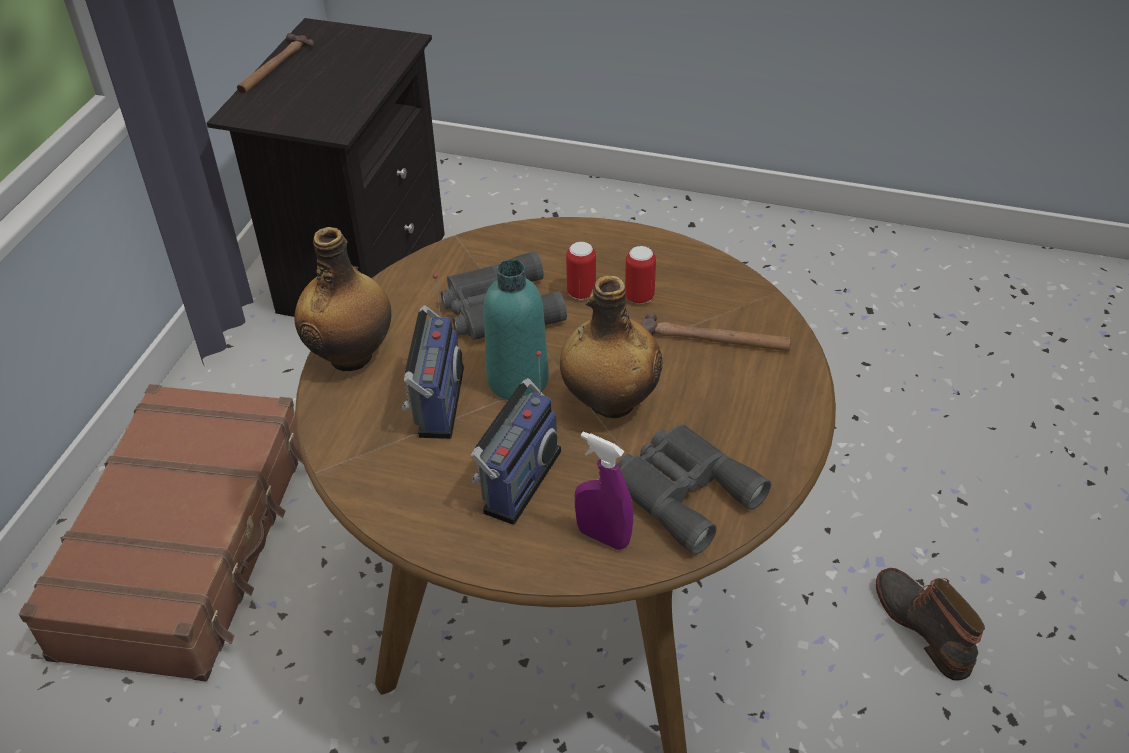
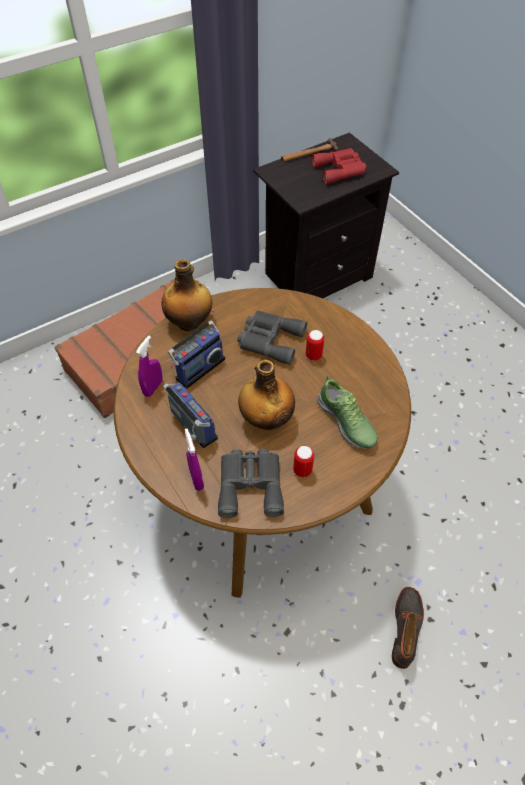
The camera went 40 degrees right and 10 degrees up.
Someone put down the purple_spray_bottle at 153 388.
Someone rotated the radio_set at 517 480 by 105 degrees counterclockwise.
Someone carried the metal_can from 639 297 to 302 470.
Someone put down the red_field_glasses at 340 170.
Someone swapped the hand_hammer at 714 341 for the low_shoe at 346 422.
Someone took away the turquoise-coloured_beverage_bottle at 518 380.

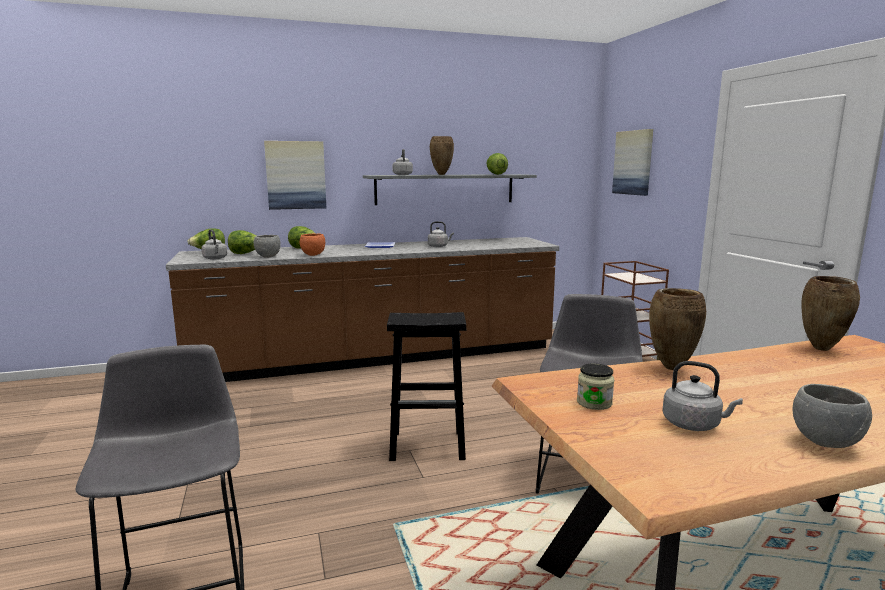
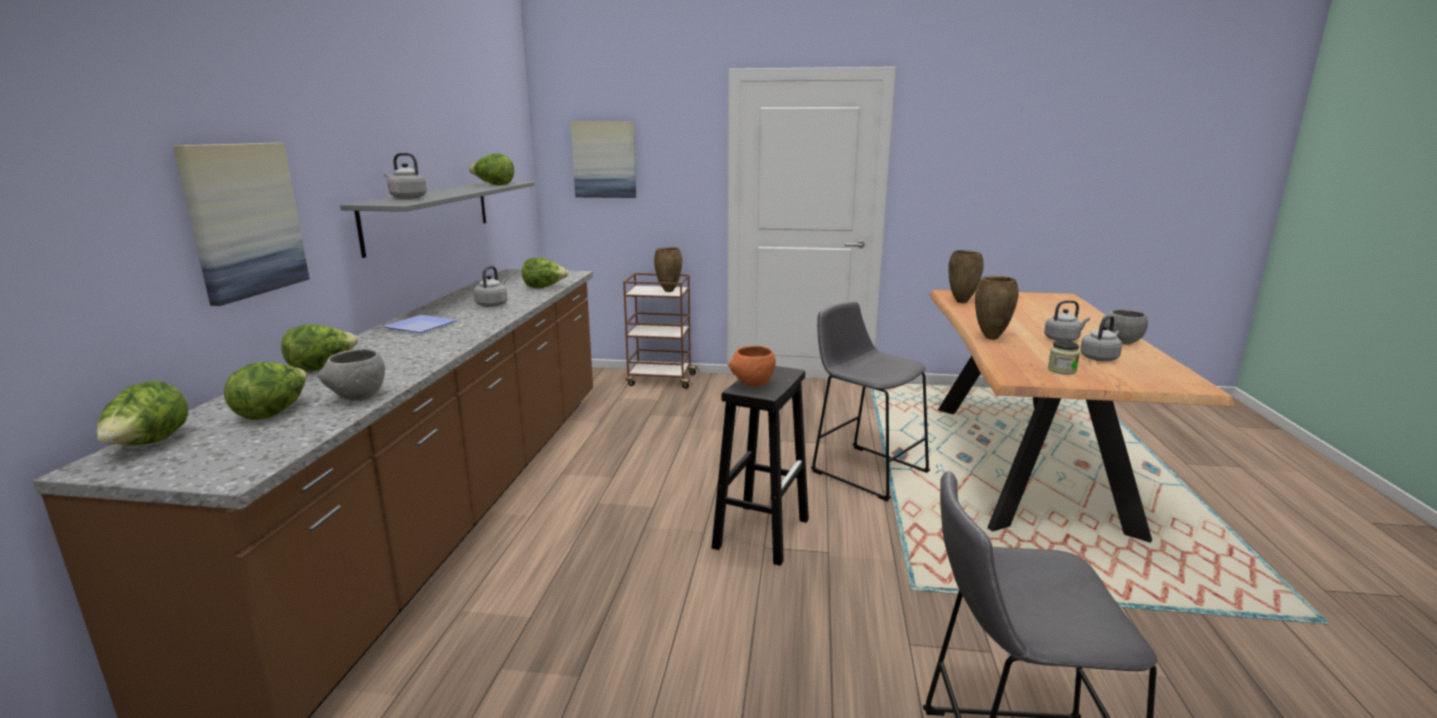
The camera went 65 degrees left and 5 degrees up.
Someone put down the lettuce at 544 287.
Someone carried the brown-coloured_flower_vase from 441 174 to 668 291.
Someone carried the orange-coloured_serving_bowl from 313 255 to 752 385.
Someone carried the grey_tea_kettle from 215 258 to 1063 339.

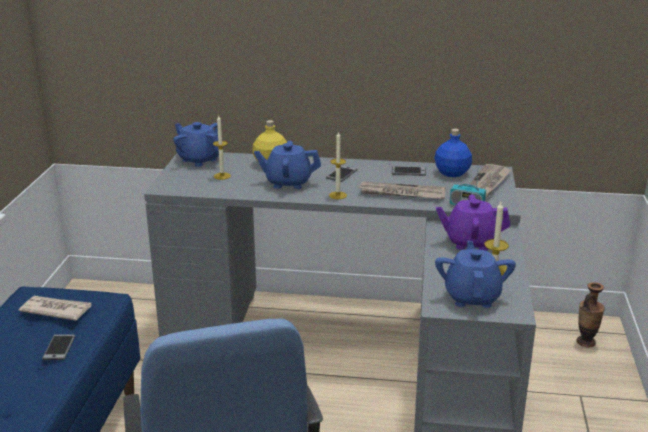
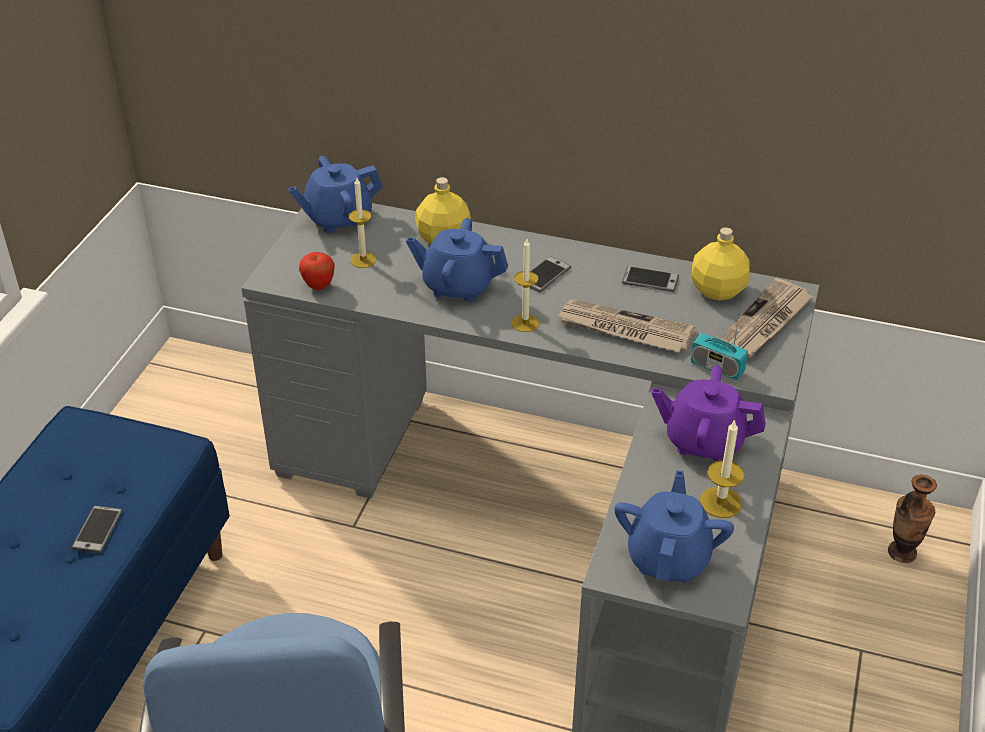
The camera went 10 degrees right and 15 degrees up.
Someone rotated the blue-coloured_pot_for_tea at 199 159 by 75 degrees counterclockwise.
Someone put down the apple_fruit at 318 286.
Someone repainted the blue-coloured_beverage_bottle at 452 173, which became the yellow-coloured_beverage_bottle at 718 290.
Someone took away the newspaper at 56 310.

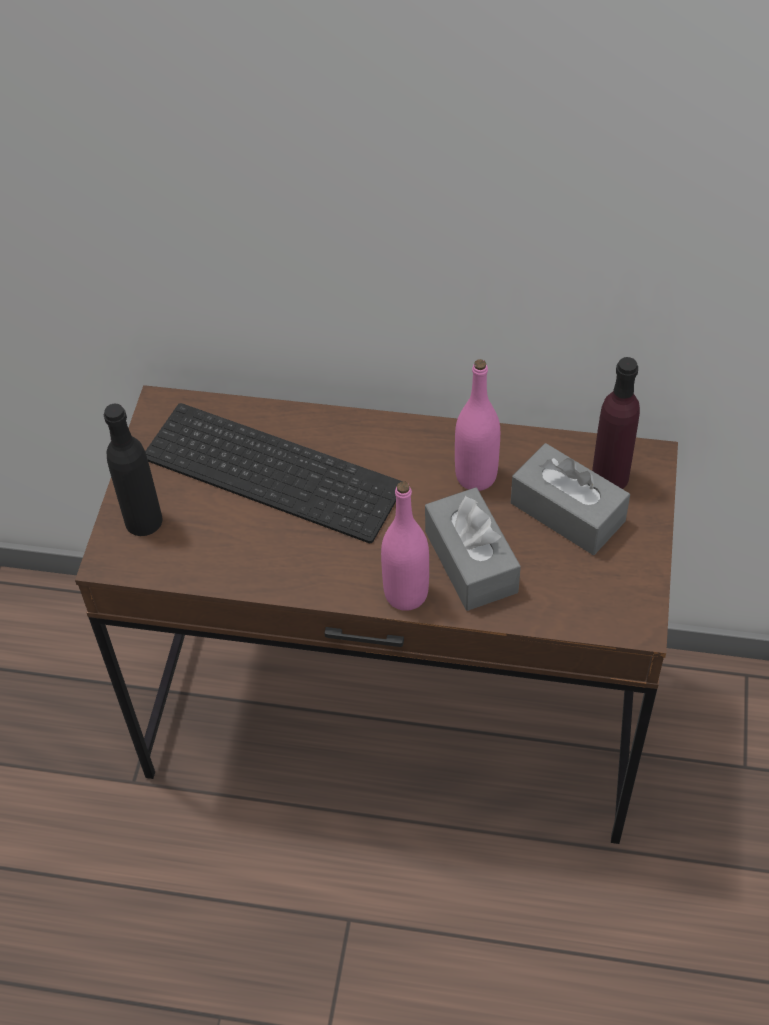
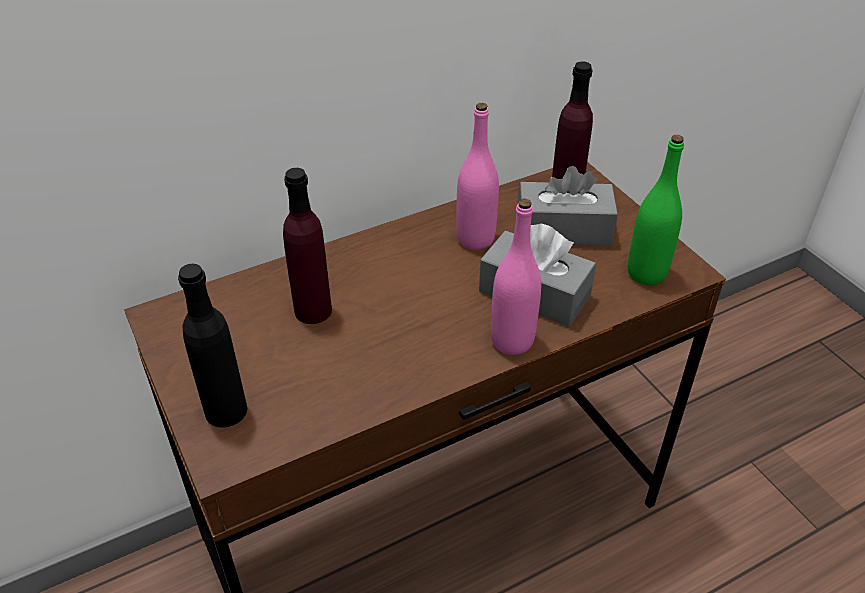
The camera went 40 degrees left and 10 degrees down.
Someone swapped the computer_keyboard at 277 469 for the purple_beverage_bottle at 313 311.
Someone put down the green_beverage_bottle at 646 273.

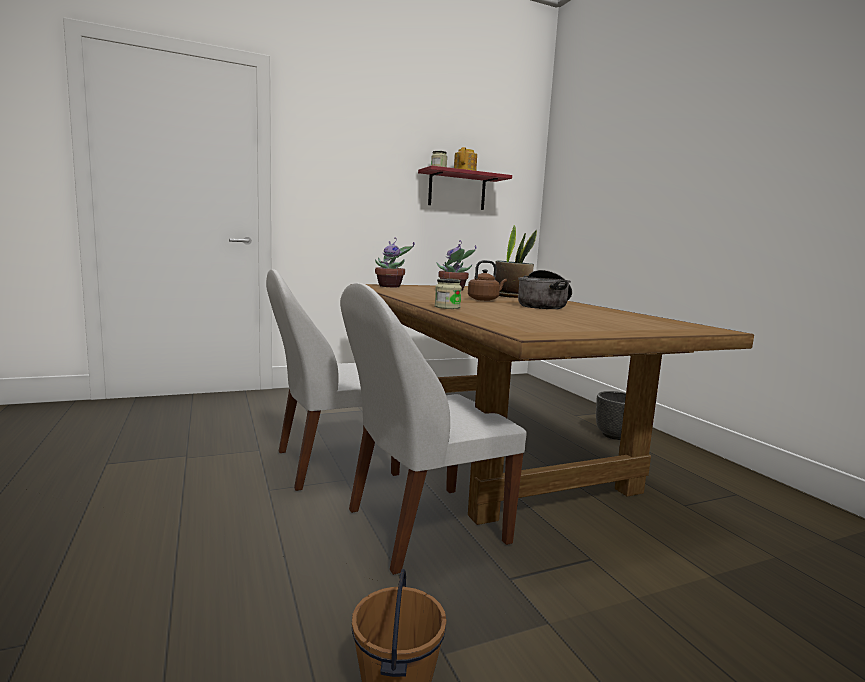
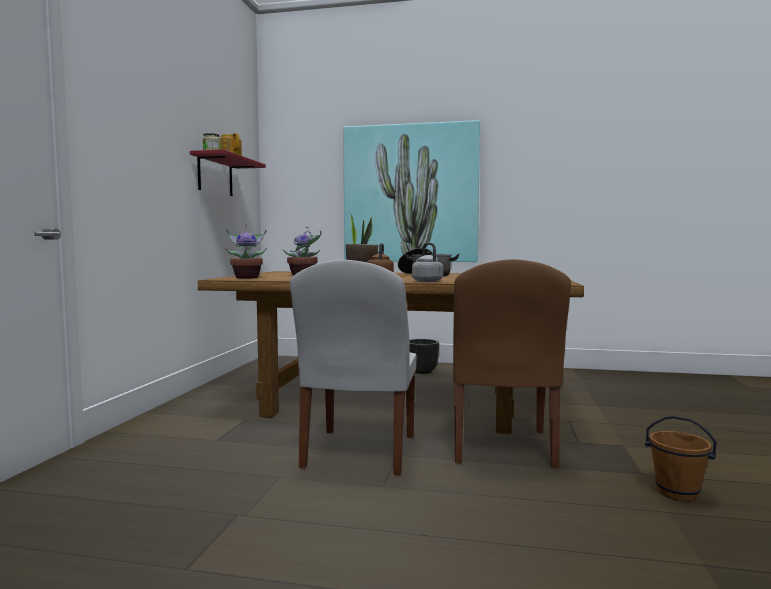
The camera went 55 degrees left and 5 degrees down.
Someone put up the picture at 410 194.
Someone swapped the preserve_jar at 447 307 for the grey_tea_kettle at 426 281.
Someone repainted the white_upright_chair at 421 527, which became the brown-coloured_upright_chair at 501 448.

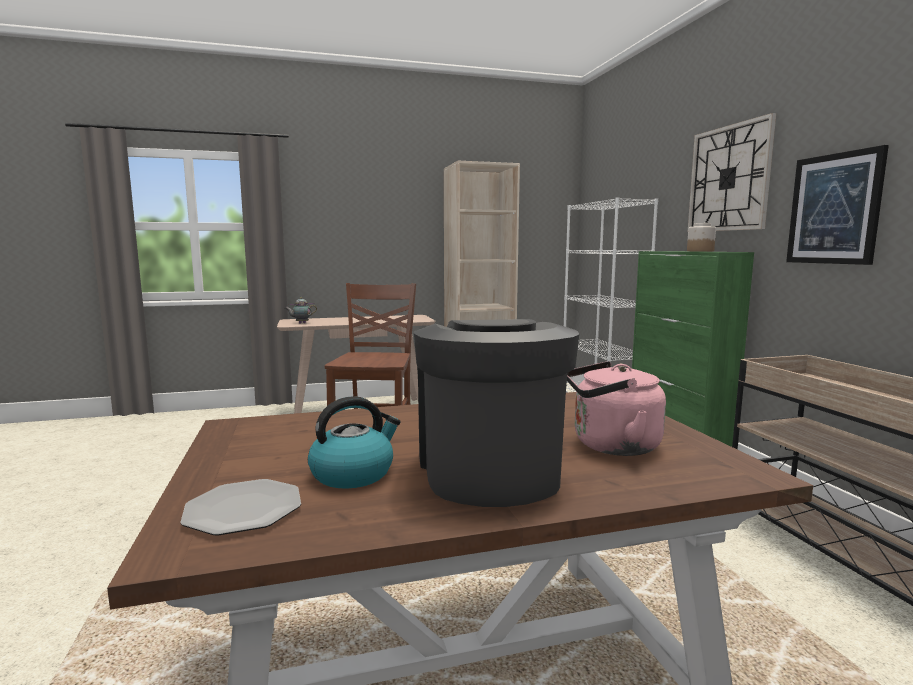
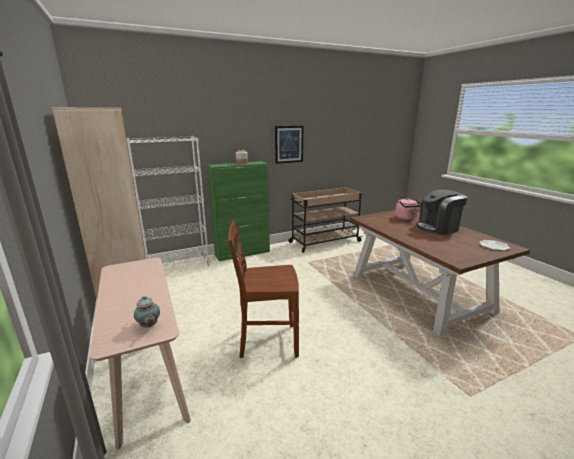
The camera went 100 degrees left and 10 degrees up.
Someone took away the tea_kettle at 353 473.
Someone took away the clock_on_the_wall at 729 178.

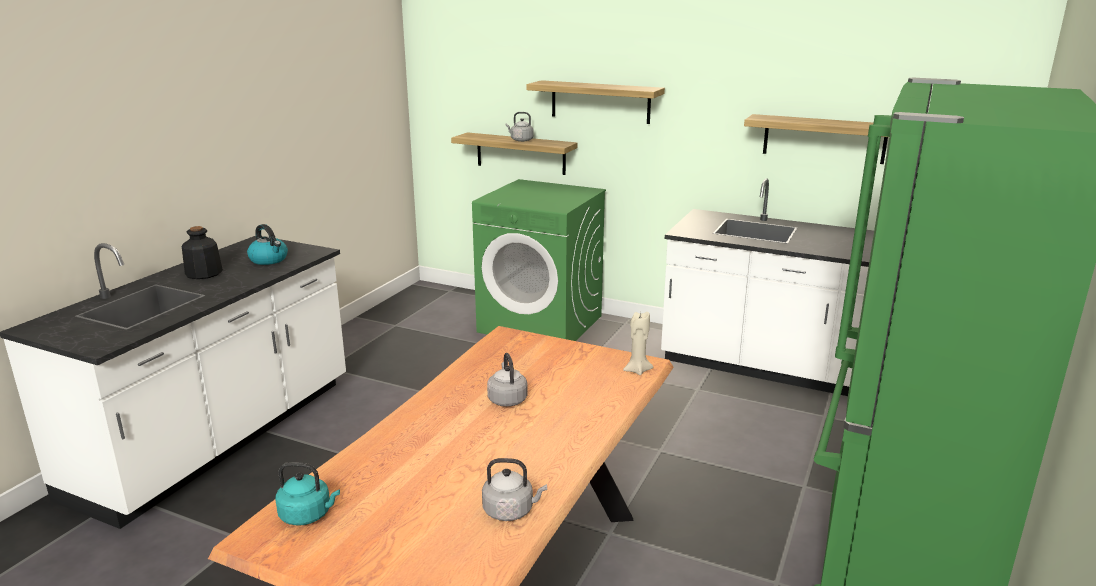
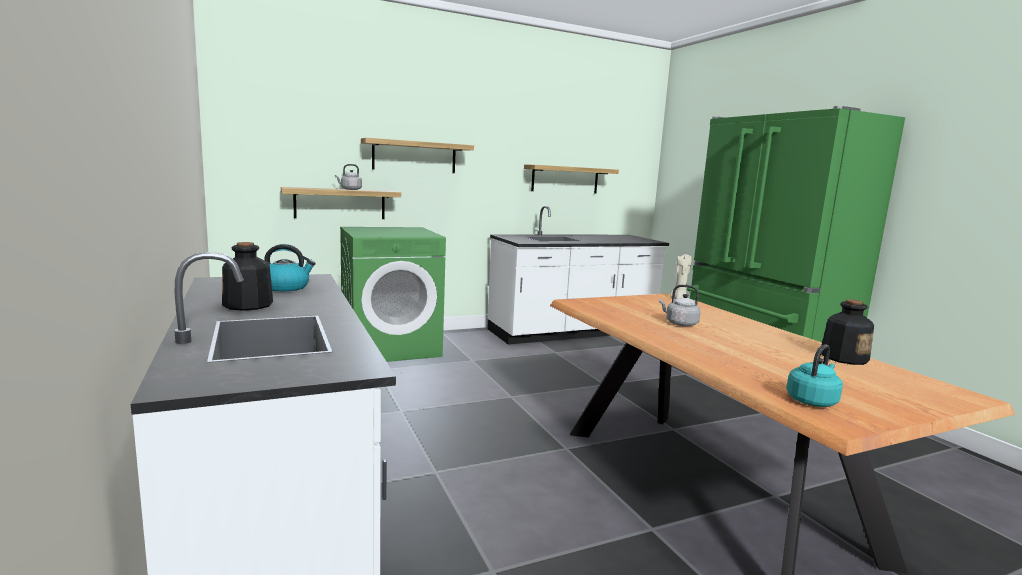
The camera went 50 degrees left and 10 degrees down.
Someone swapped the grey_tea_kettle at 511 511 for the beverage_bottle at 843 357.

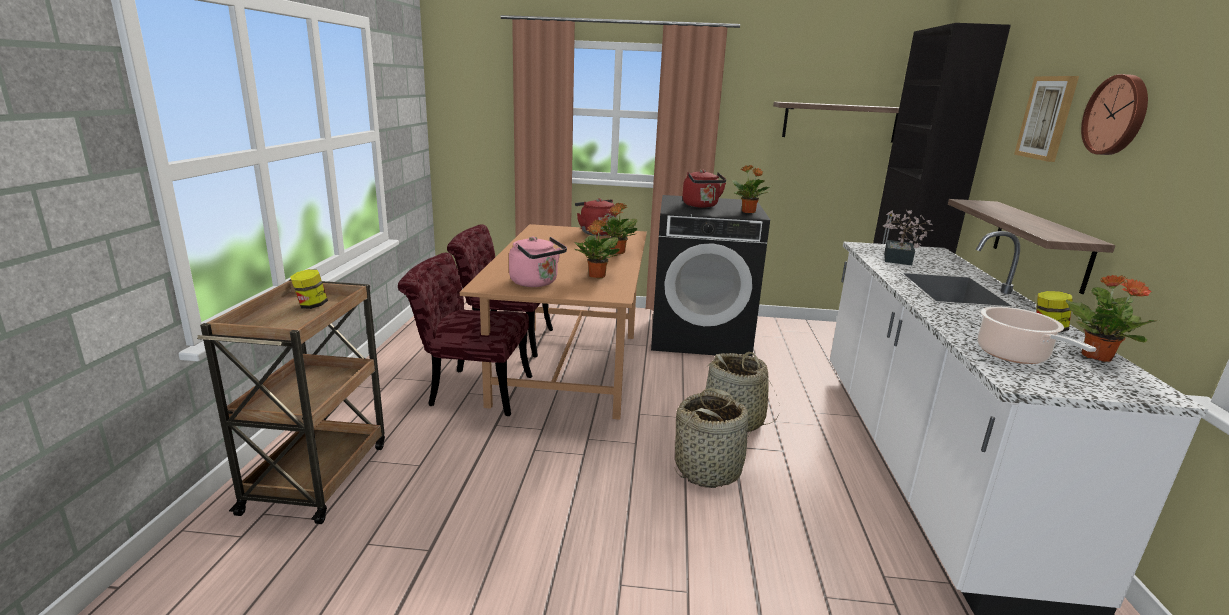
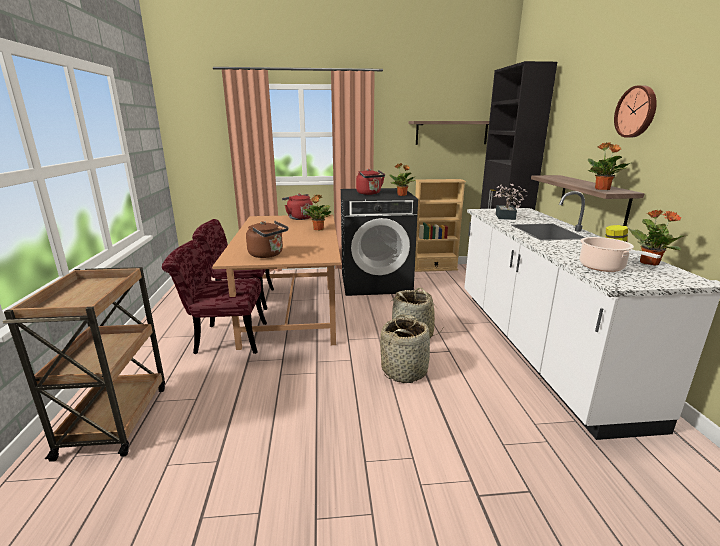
The camera went 10 degrees left and 0 degrees up.
Someone repainted the pink_tea_kettle at 536 283, which became the brown-coloured_tea_kettle at 268 255.
Someone put down the beige_shelving_unit at 434 268.
Someone carried the potted_plant from 596 276 to 602 189.
Someone took away the preserve_jar at 311 306.
Someone took away the picture at 1047 118.

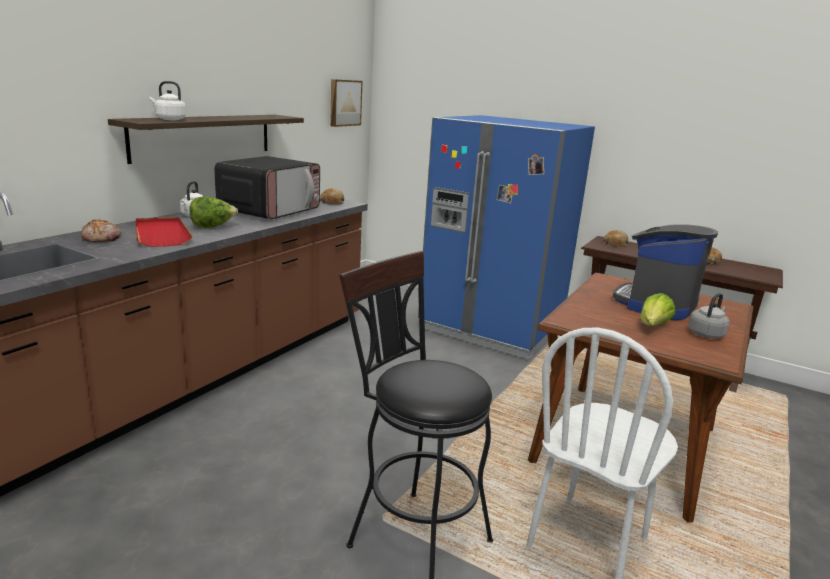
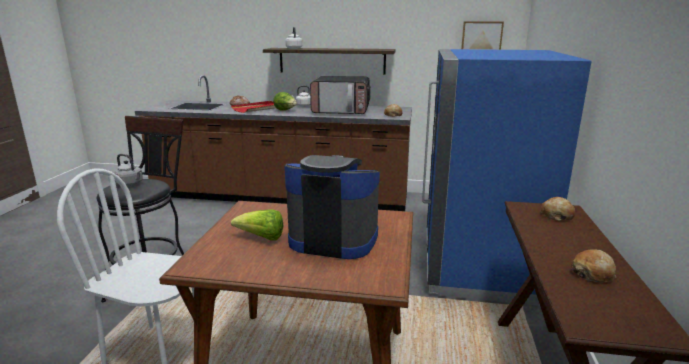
The camera went 70 degrees right and 0 degrees up.
Someone carried the grey_tea_kettle from 706 334 to 131 184.

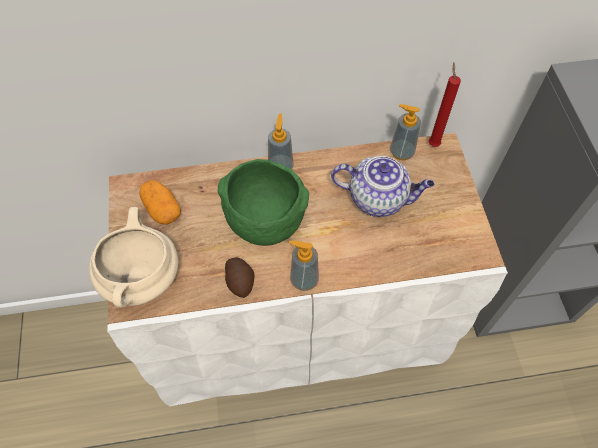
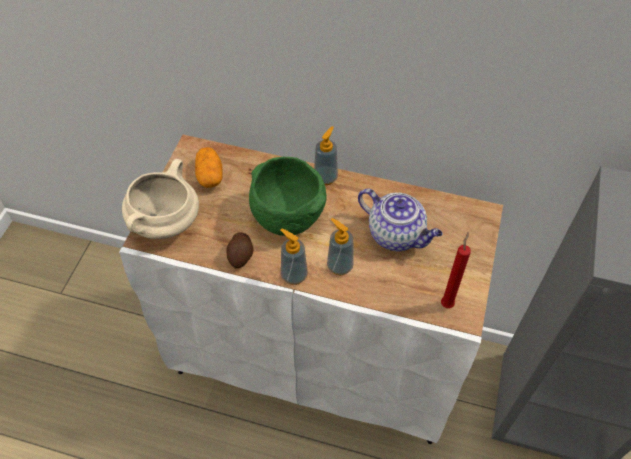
The camera went 25 degrees right and 5 degrees down.
Someone carried the soap_bottle from 401 152 to 340 266.
Someone carried the red_wax_candle from 433 143 to 447 303.

